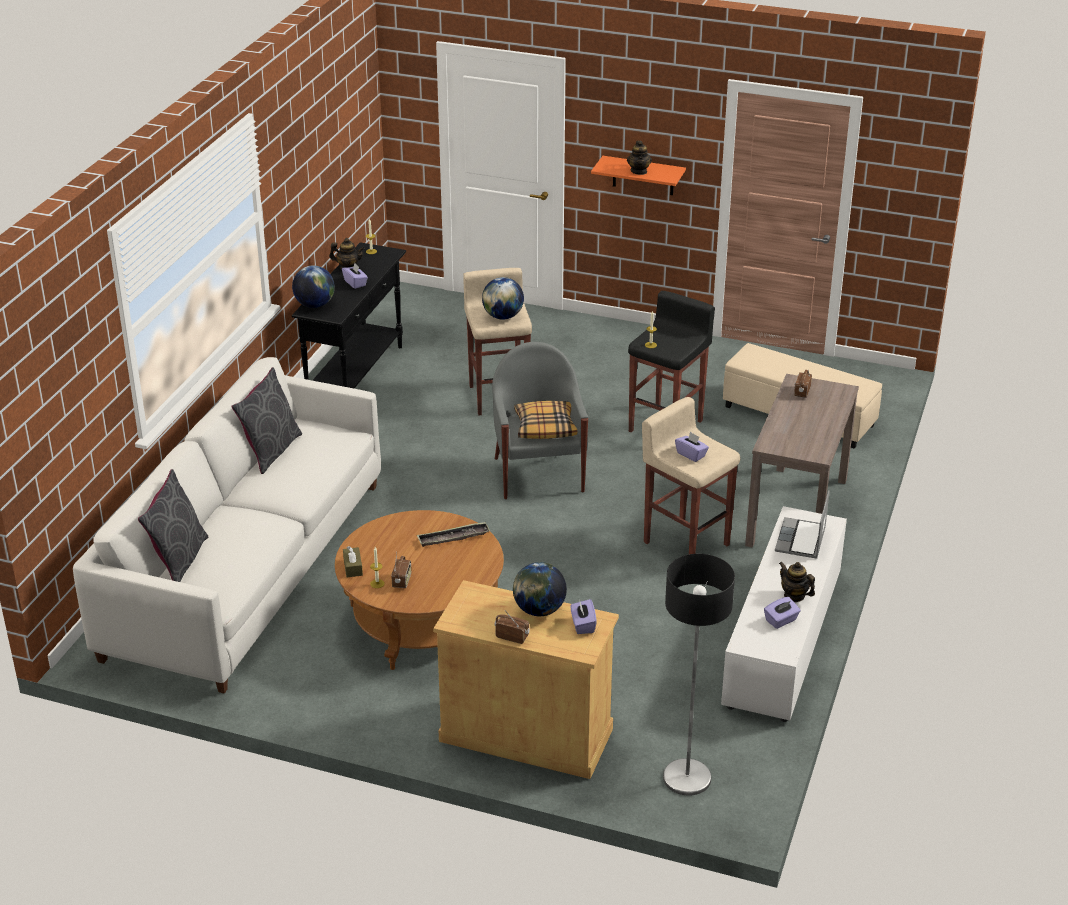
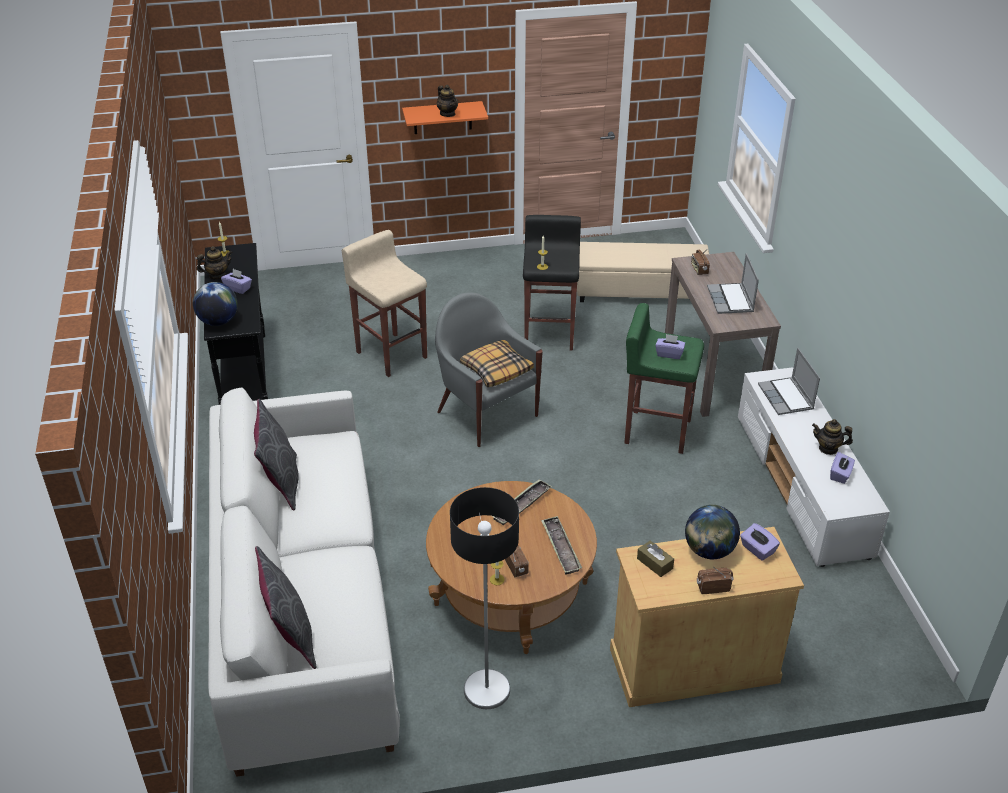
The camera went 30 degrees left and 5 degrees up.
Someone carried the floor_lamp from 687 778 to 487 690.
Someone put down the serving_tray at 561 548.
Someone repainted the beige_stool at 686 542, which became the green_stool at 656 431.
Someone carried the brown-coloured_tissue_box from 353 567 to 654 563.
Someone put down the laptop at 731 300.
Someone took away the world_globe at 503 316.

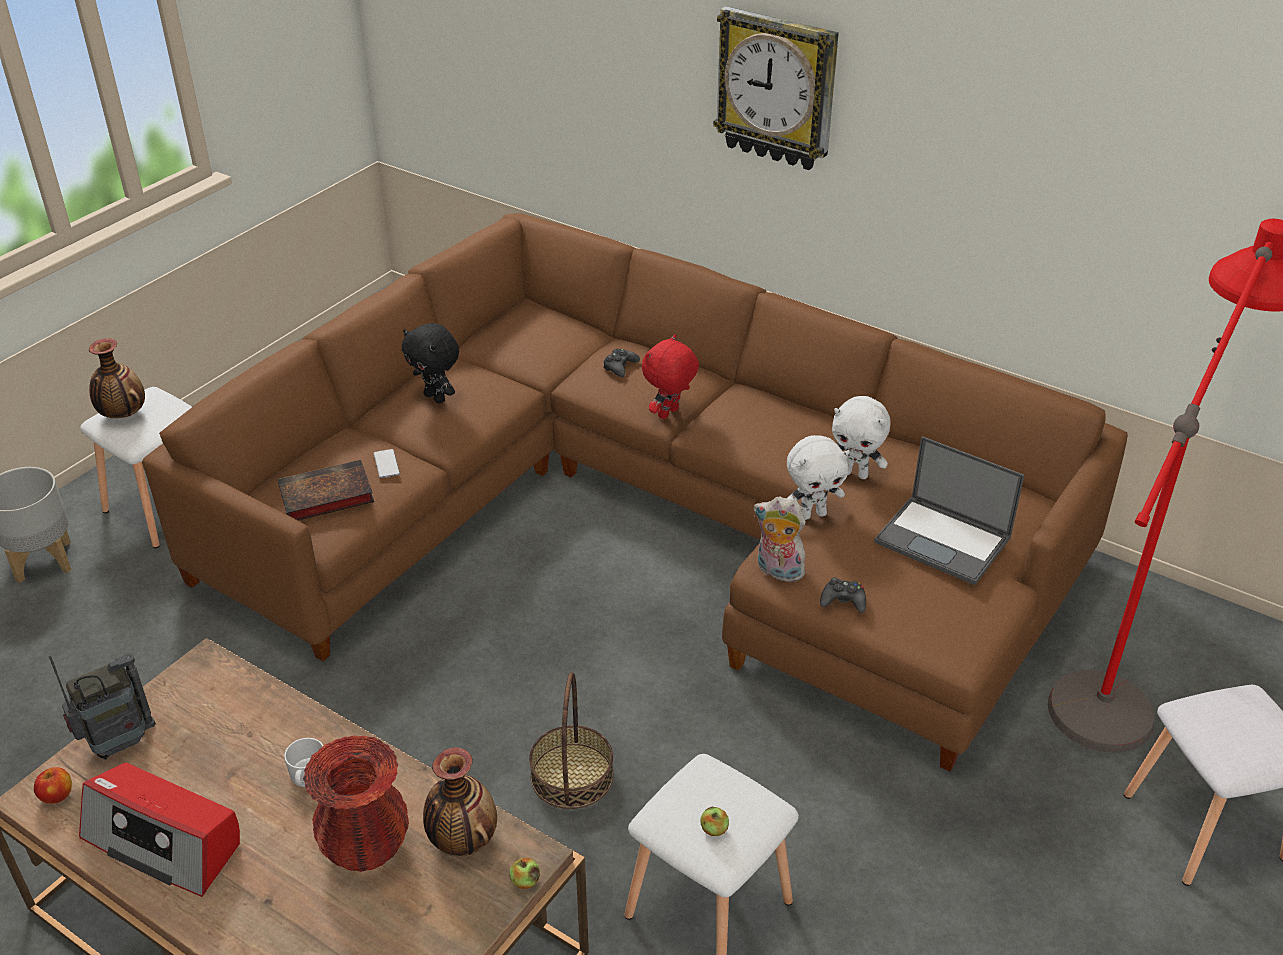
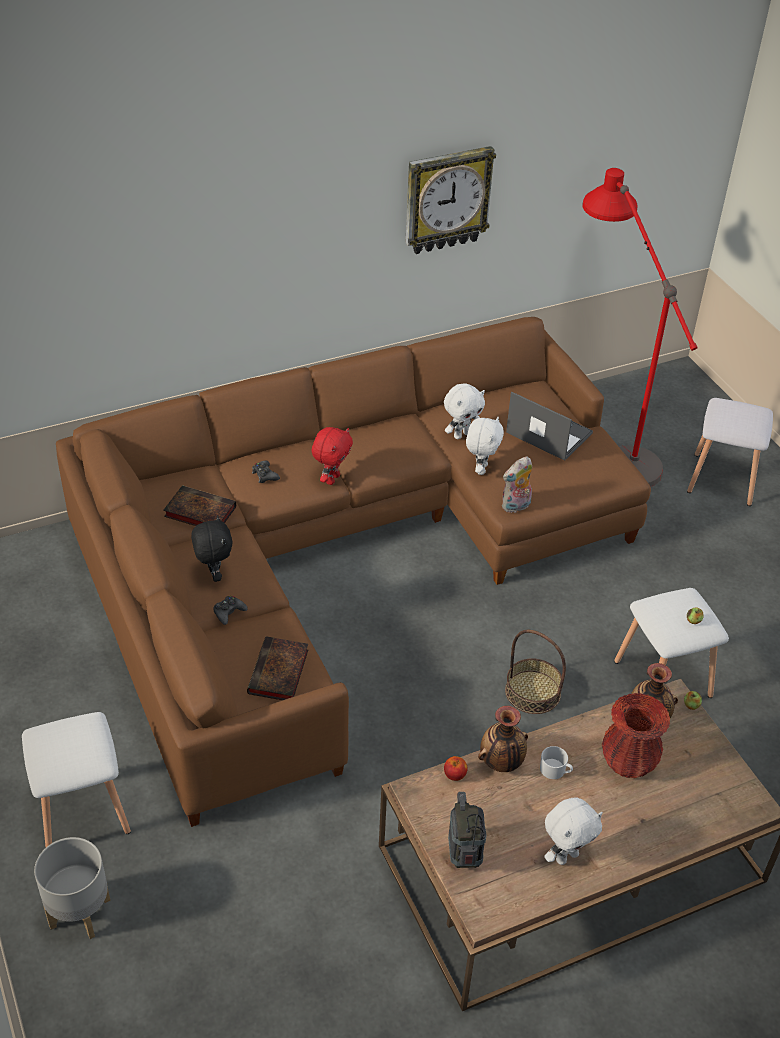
The camera went 60 degrees left and 5 degrees up.
Someone put down the volume at 198 512.
Someone rotated the blackish_cuddly_toy at 436 397 by 90 degrees counterclockwise.
Someone carried the blackish_gamepad from 843 600 to 229 612.
Someone rotated the red_cuddly_toy at 669 414 by 135 degrees counterclockwise.
Someone carried the clock_on_the_wall from 777 89 to 447 199.
Someone carried the apple_fruit from 57 796 to 454 775.
Someone carried the flower_vase from 123 415 to 501 762.
Someone rotated the laptop at 944 540 by 120 degrees counterclockwise.
Someone swapped the radio_set at 165 841 for the white_cuddly_toy at 566 856.
Someone took away the phone at 386 464.

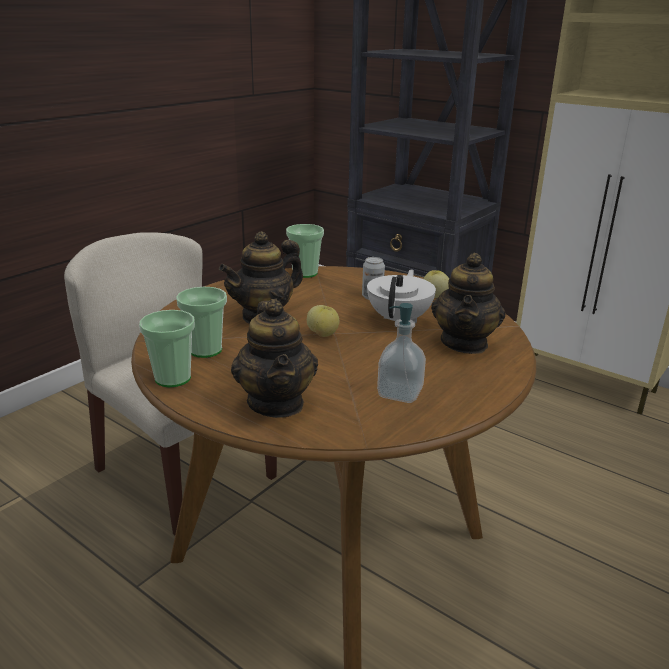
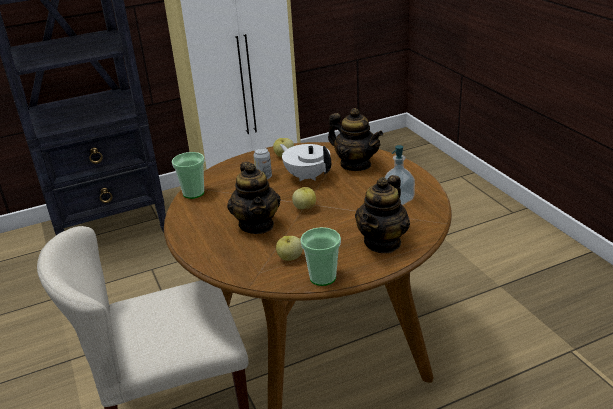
The camera went 60 degrees left and 5 degrees up.
Someone swapped the small_cup at 205 350 for the apple_fruit at 290 258.
Someone rotated the pot_for_tea at 276 403 by 105 degrees clockwise.

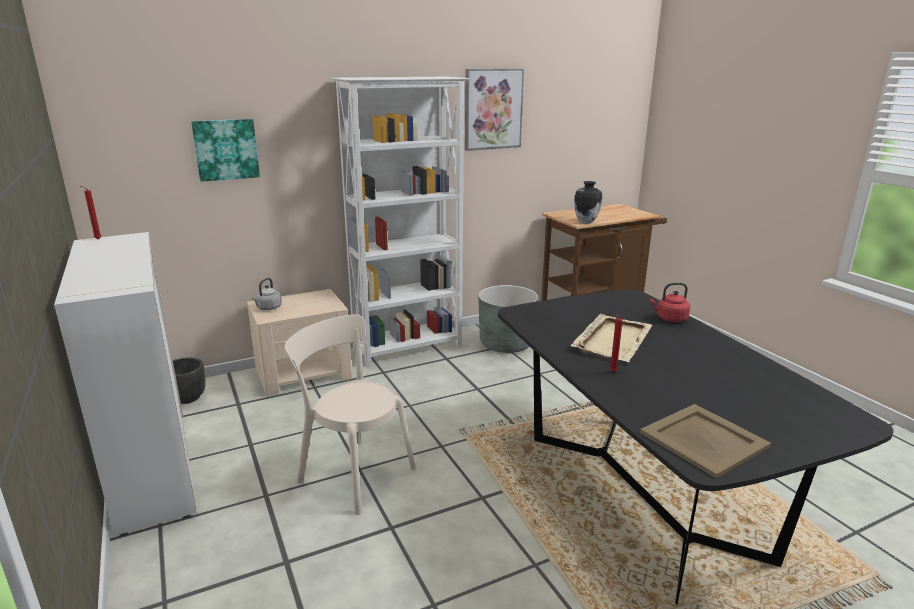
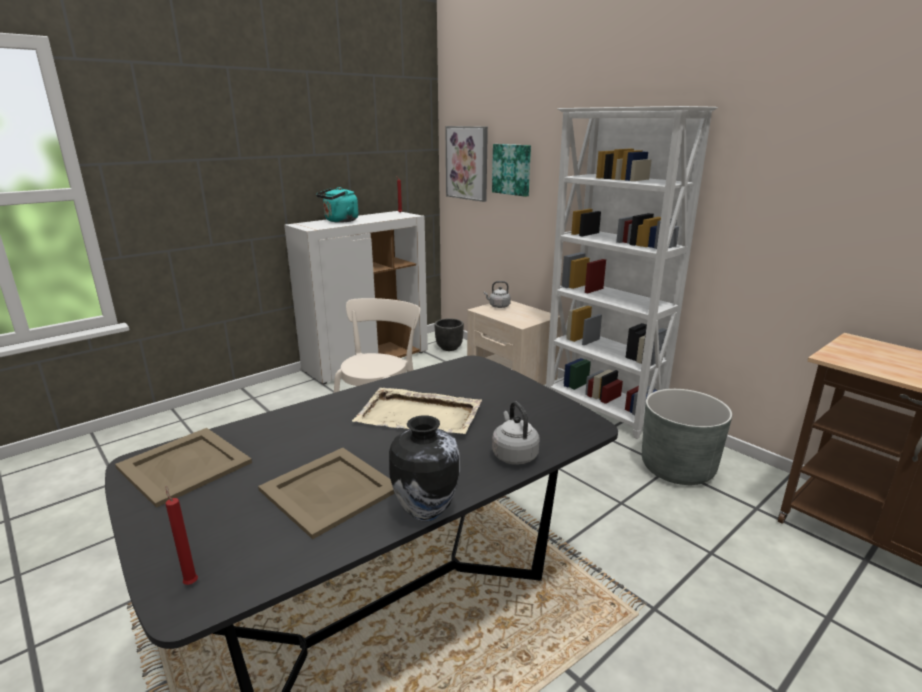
The camera went 75 degrees right and 0 degrees up.
Someone carried the red_wax_candle from 612 372 to 190 582.
Someone put down the beige_serving_tray at 328 490.
Someone put down the turquoise-coloured_tea_kettle at 340 221.
Someone carried the flower_vase from 585 222 to 425 511.
Someone carried the picture from 493 109 to 467 163.
Someone repainted the red_tea_kettle at 669 319, which became the grey_tea_kettle at 514 454.

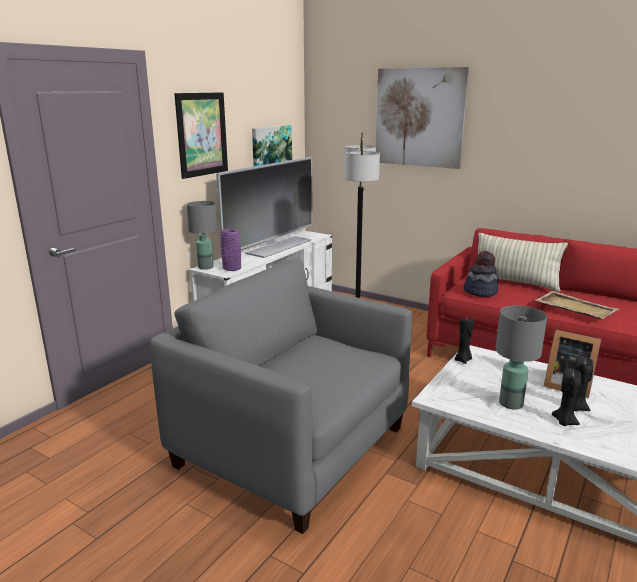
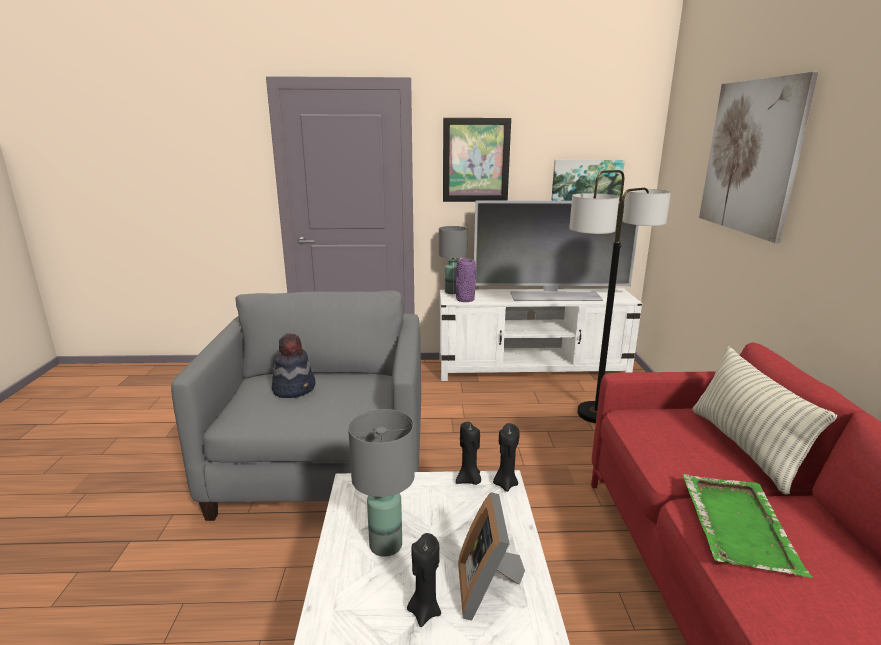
The camera went 55 degrees right and 0 degrees up.
Someone carried the wearable_hat from 480 291 to 294 388.
Someone carried the blackish_wax_candle from 564 422 to 505 484.
Someone repainted the beige_serving_tray at 574 307, which became the green_serving_tray at 737 523.

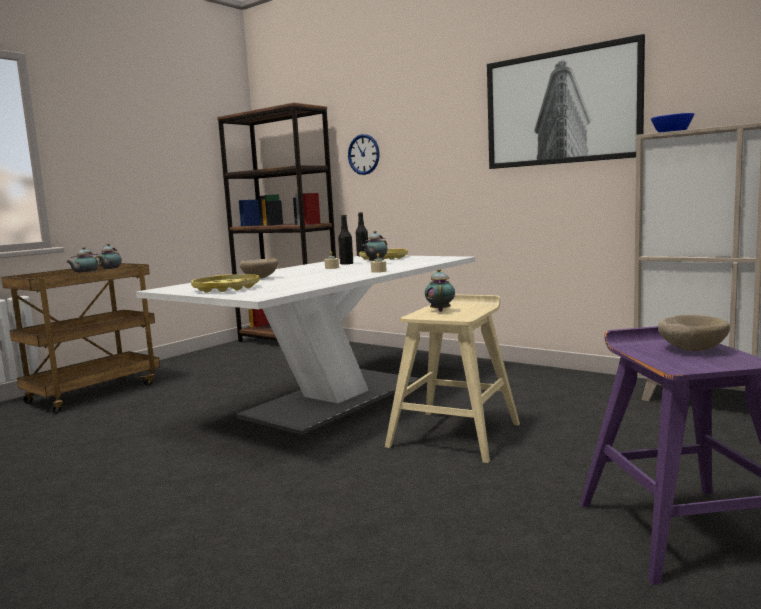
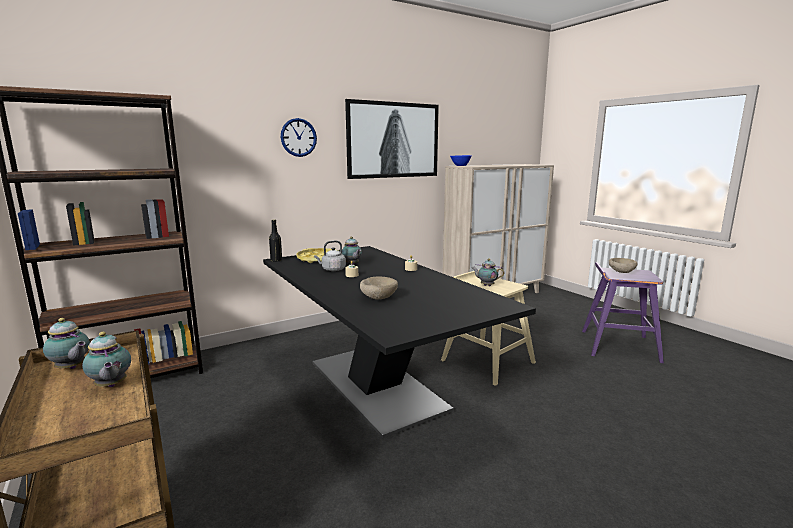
The camera went 70 degrees left and 5 degrees up.
Someone repainted the white_dining_table at 334 399, which became the blackish_dining_table at 376 386.
Someone carried the clock_on_the_wall from 363 154 to 298 137.
Someone swapped the blackish_beverage_bottle at 346 264 for the grey_tea_kettle at 332 269.
Someone took away the yellow-coloured_serving_tray at 226 288.

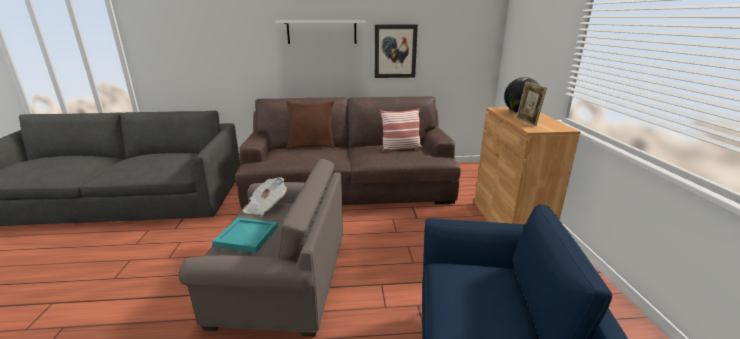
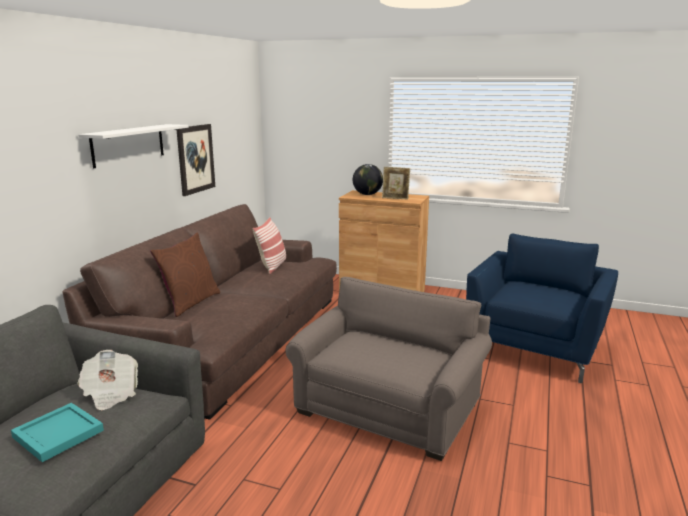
The camera went 65 degrees left and 5 degrees down.
Someone carried the turquoise-coloured_serving_tray from 248 236 to 59 433.
Someone carried the newspaper from 266 206 to 110 393.

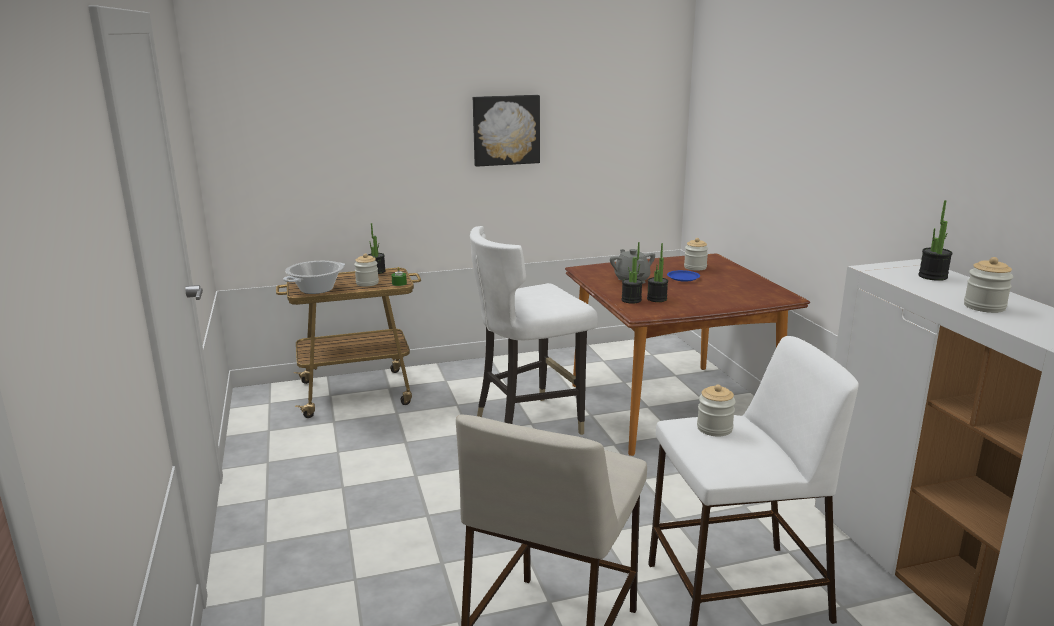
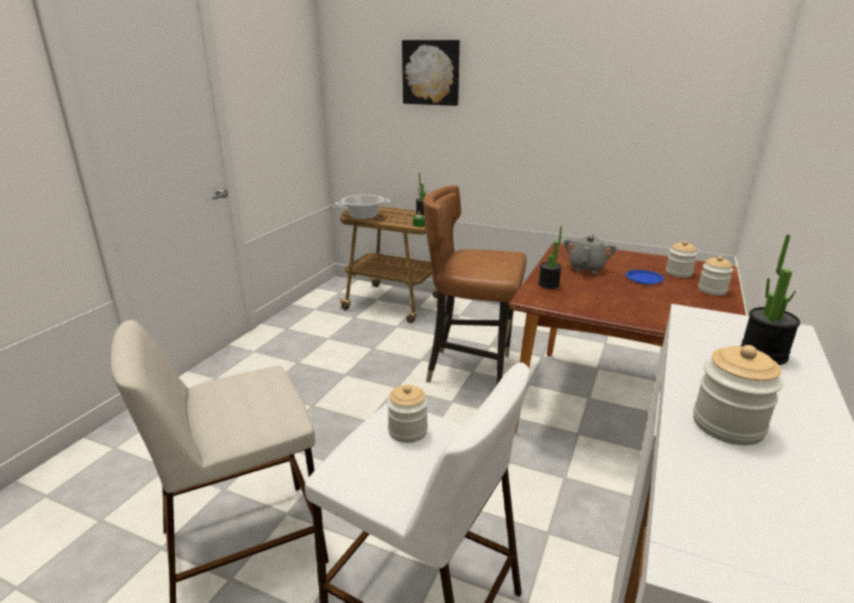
The camera went 40 degrees right and 5 degrees up.
Someone carried the picture from 506 130 to 431 72.
Someone repainted the white_upright_chair at 529 423, which became the brown-coloured_upright_chair at 471 370.
Someone carried the preserve_jar from 367 283 to 712 290.
Someone took away the potted_plant at 657 299.

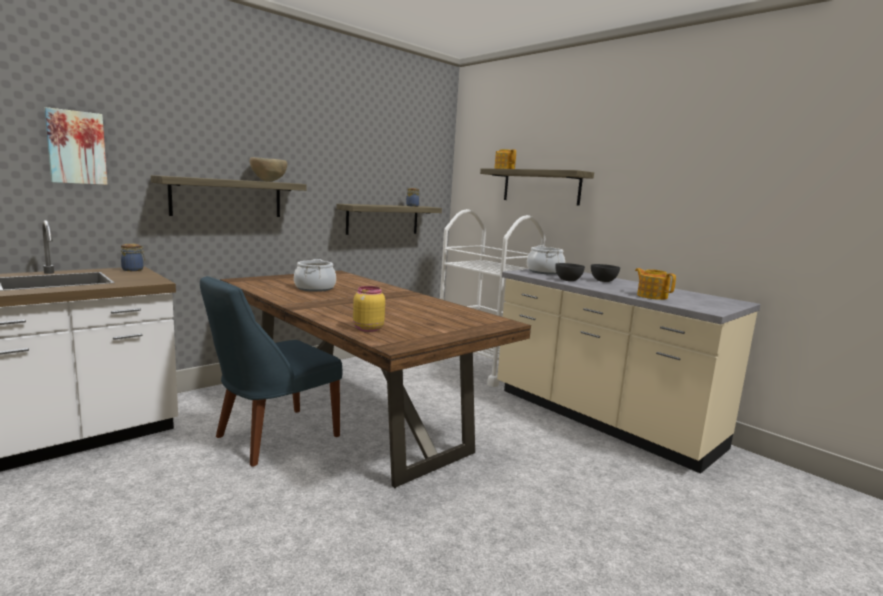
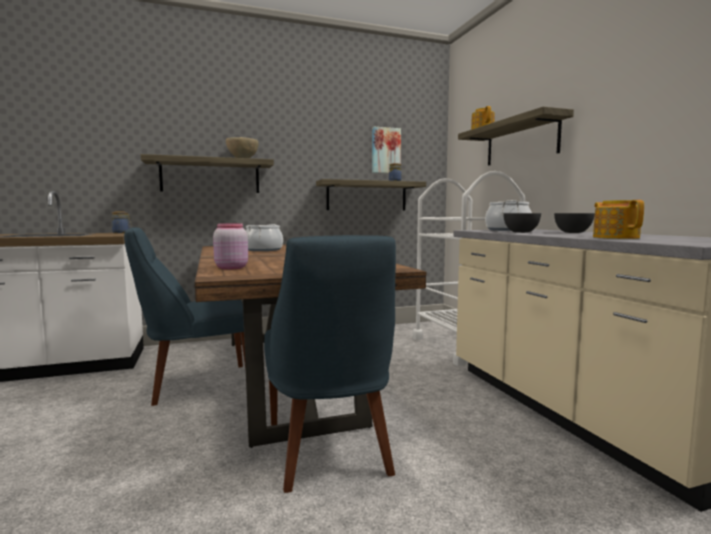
The camera went 25 degrees right and 5 degrees down.
Someone repainted the yellow-coloured_preserve_jar at 367 329, which became the pink_preserve_jar at 230 268.
Someone put down the blue-coloured_upright_chair at 329 452.
Someone carried the picture from 76 147 to 385 150.

